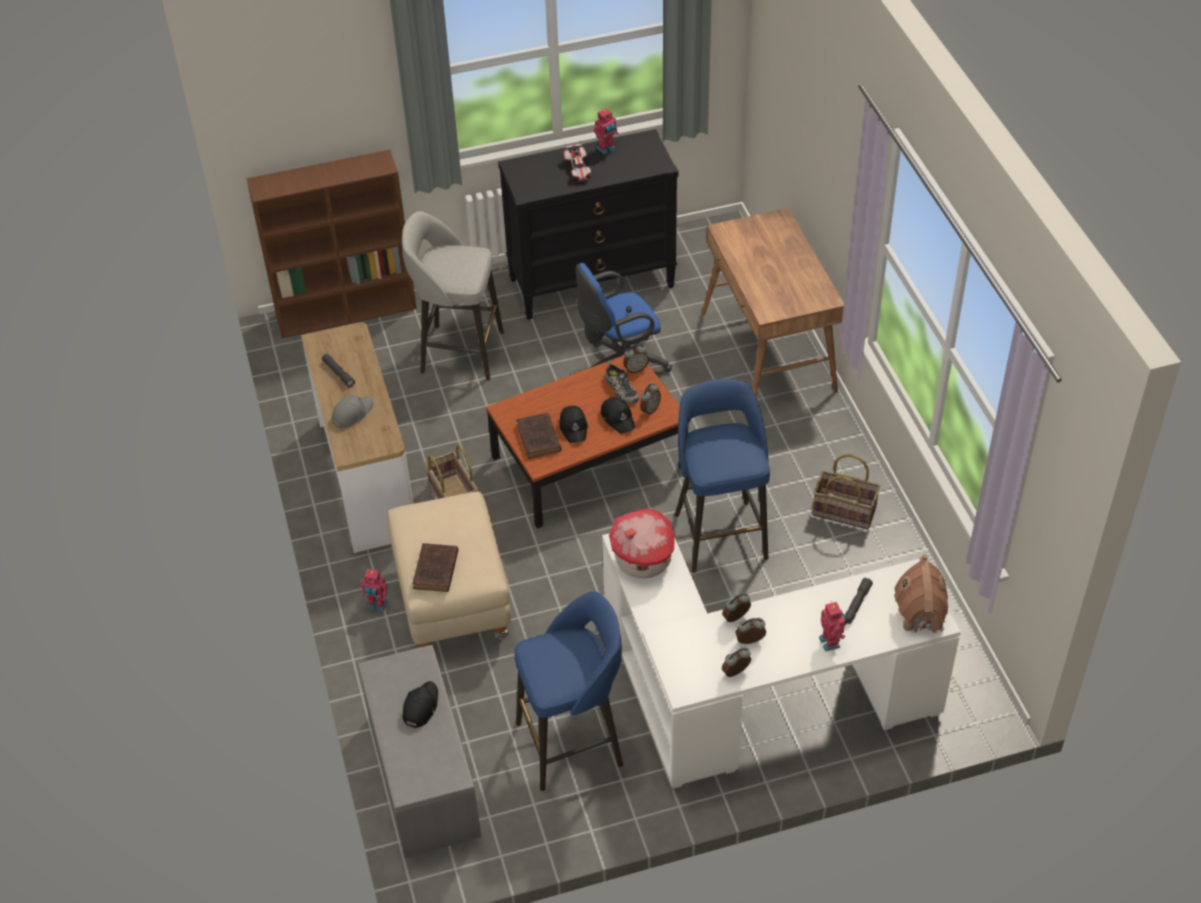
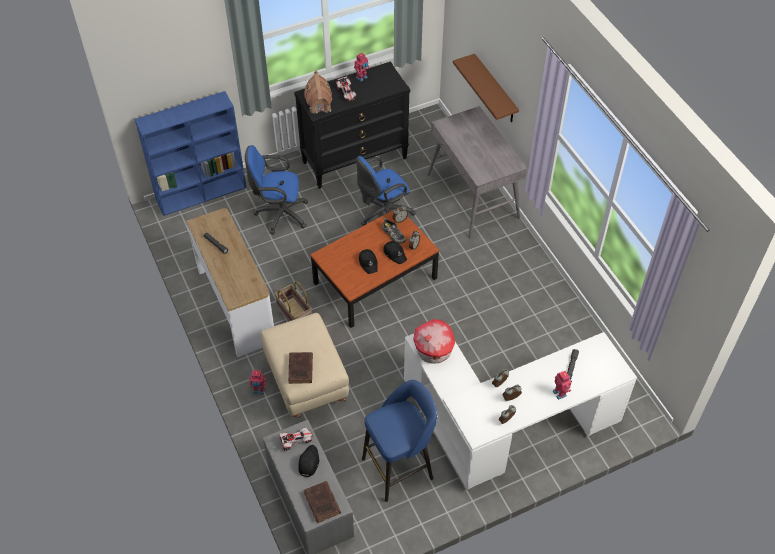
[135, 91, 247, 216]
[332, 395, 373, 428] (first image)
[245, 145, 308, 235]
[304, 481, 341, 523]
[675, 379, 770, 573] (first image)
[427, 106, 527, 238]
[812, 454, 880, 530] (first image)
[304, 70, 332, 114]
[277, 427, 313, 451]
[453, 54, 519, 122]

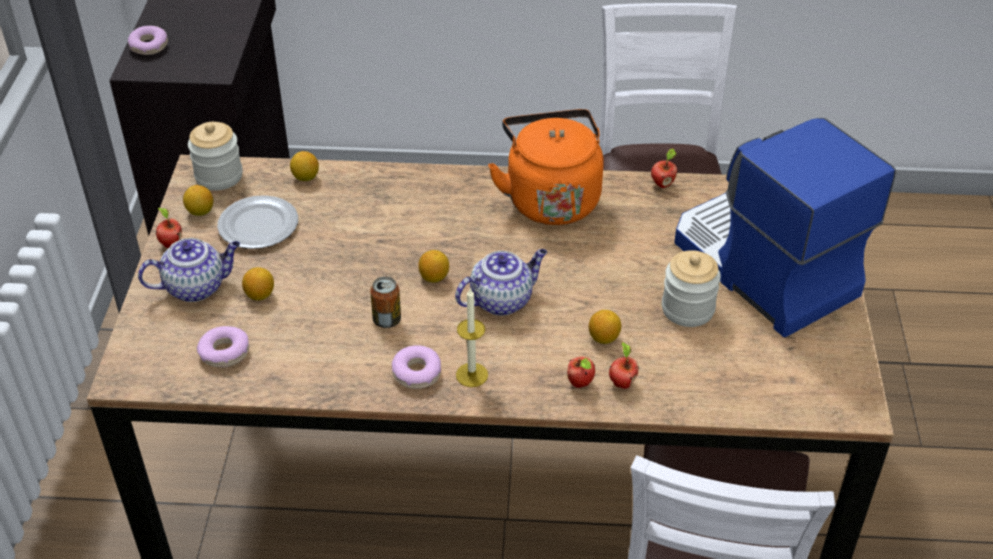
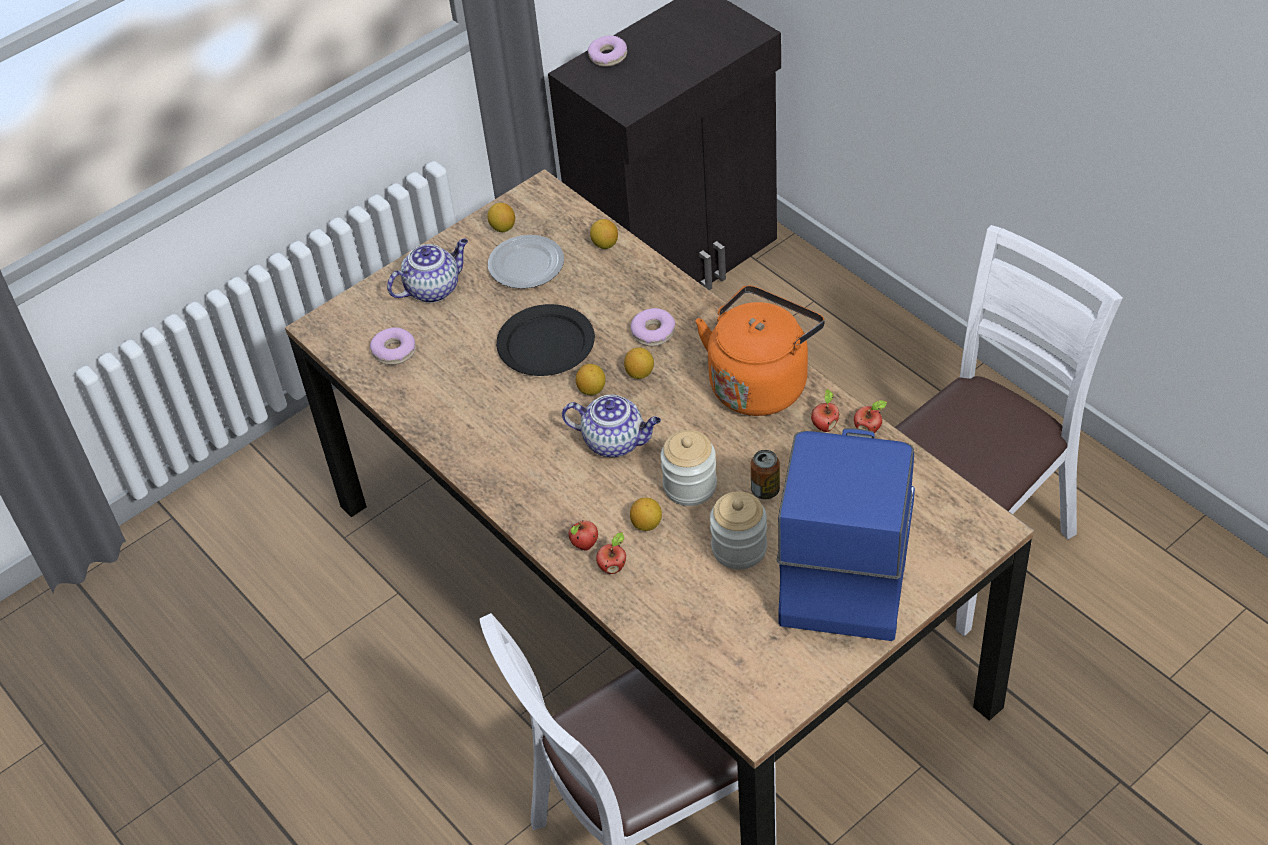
[387, 239, 468, 303]
[811, 389, 840, 432]
[660, 430, 717, 506]
[624, 347, 654, 379]
[751, 450, 780, 499]
[631, 308, 675, 346]
[456, 288, 488, 387] (first image)
[496, 304, 595, 376]

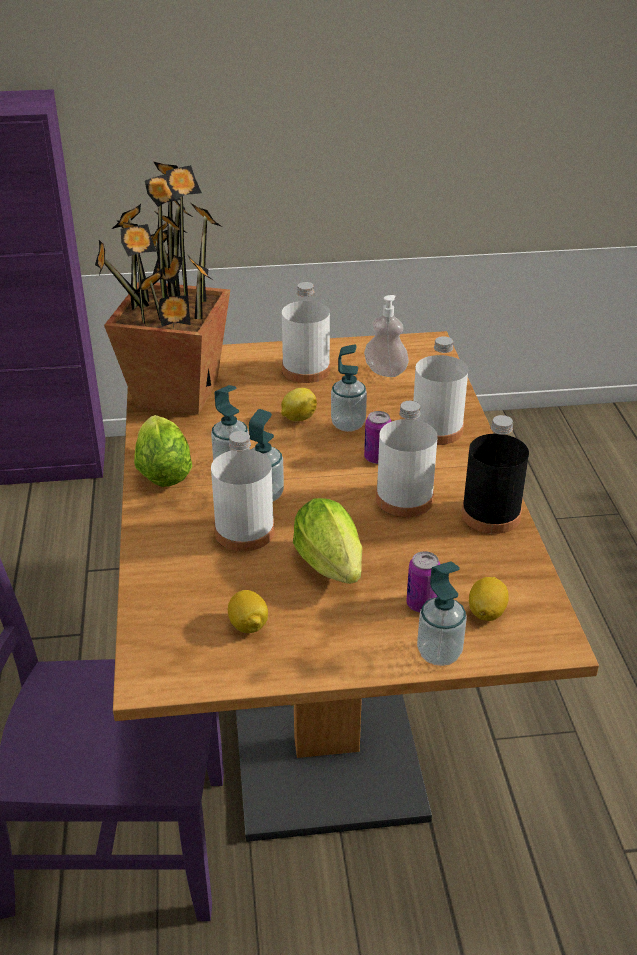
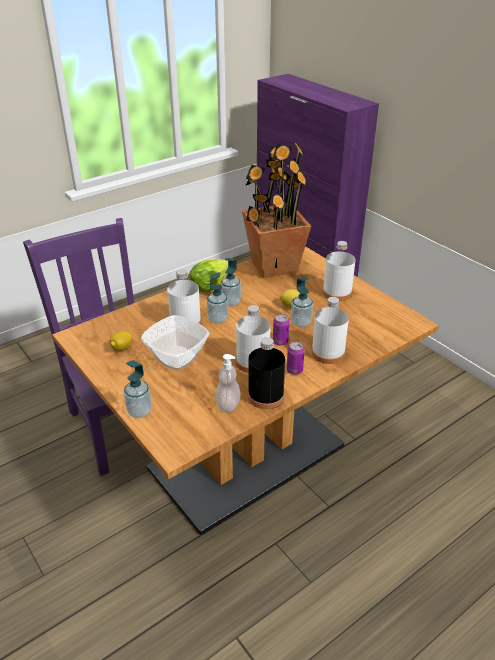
[141, 315, 210, 370]
[215, 354, 240, 412]
[287, 342, 305, 375]
[469, 577, 509, 621] (first image)

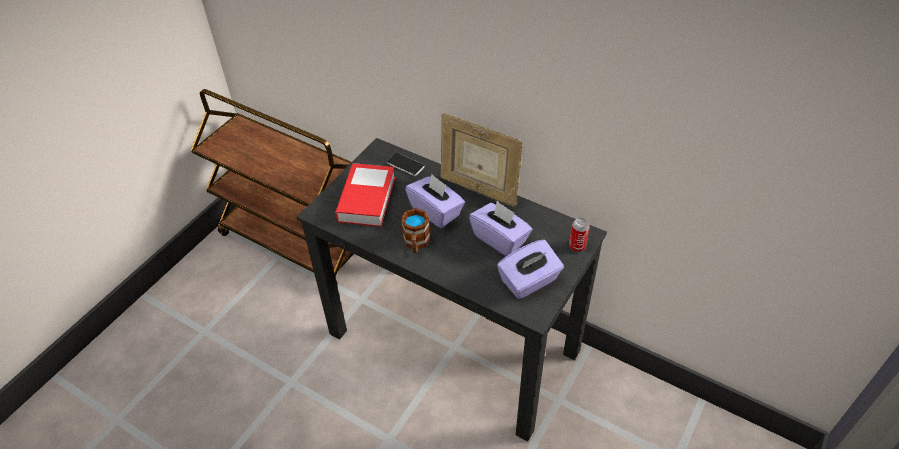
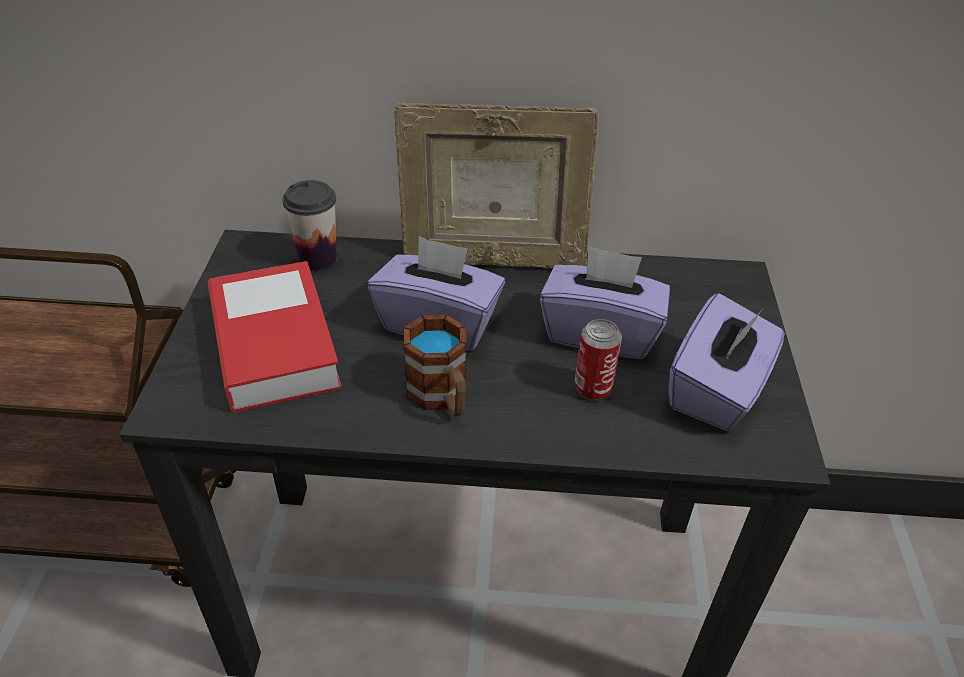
[282, 180, 337, 271]
[574, 319, 622, 401]

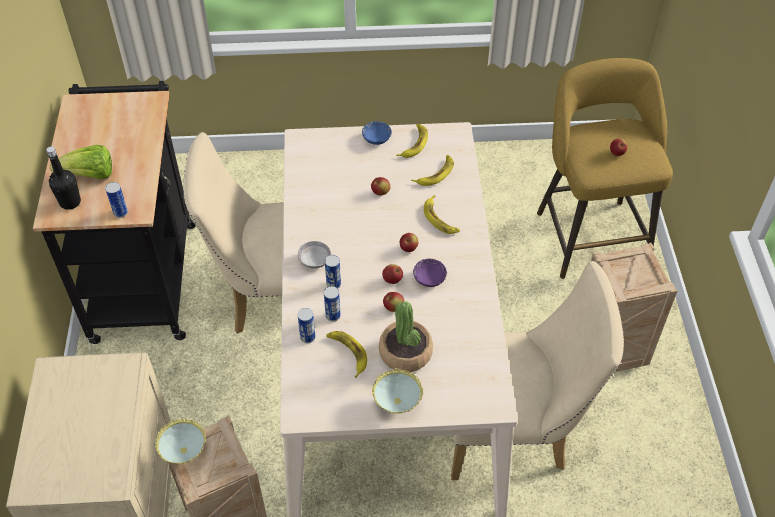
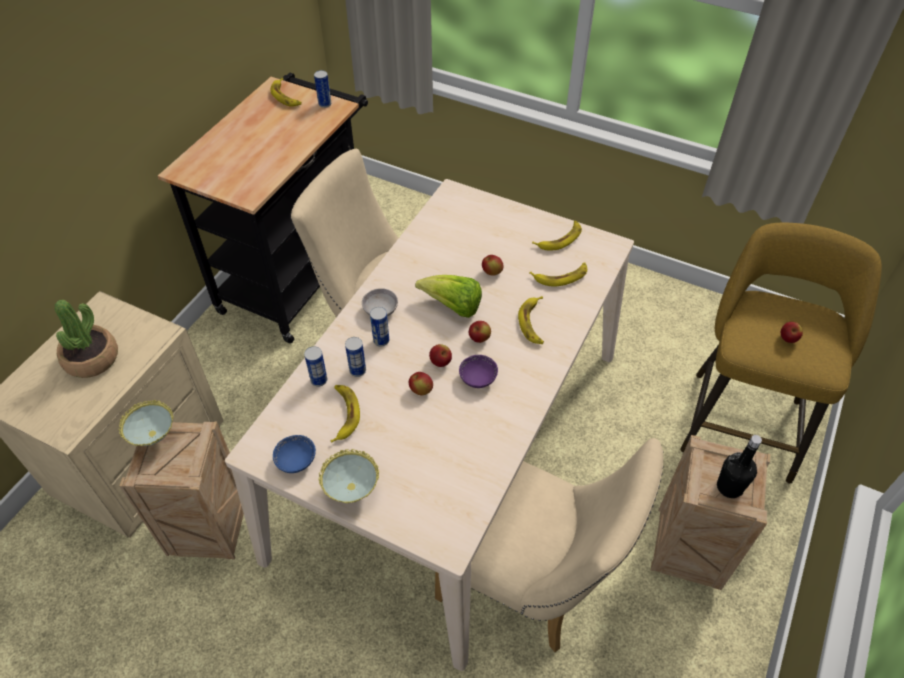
[717, 435, 762, 498]
[415, 275, 482, 318]
[314, 70, 331, 108]
[273, 435, 316, 473]
[55, 300, 118, 378]
[270, 78, 301, 107]

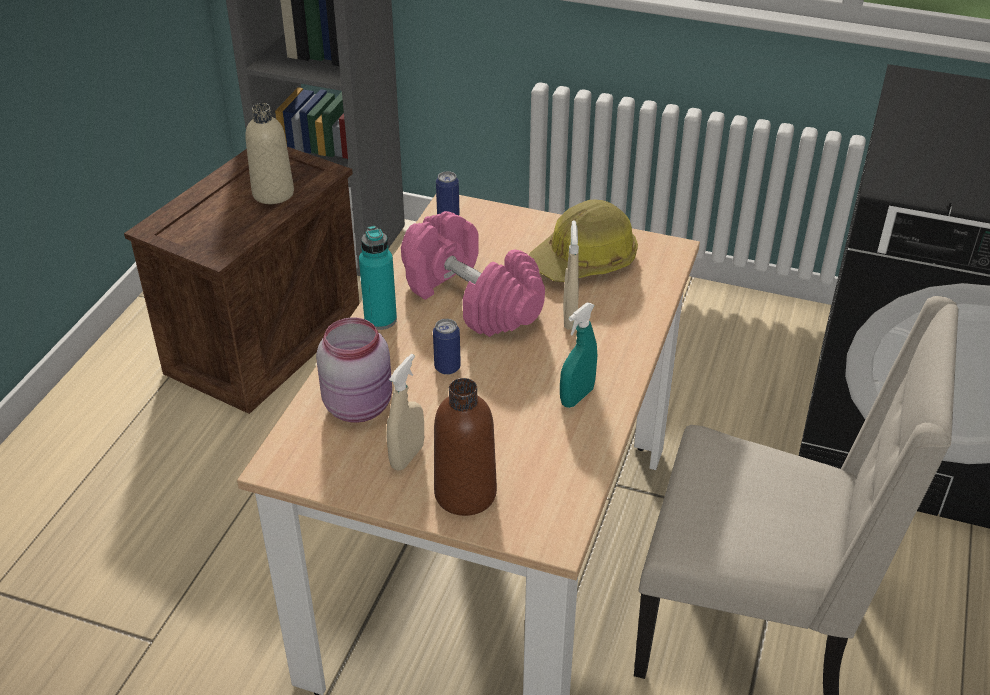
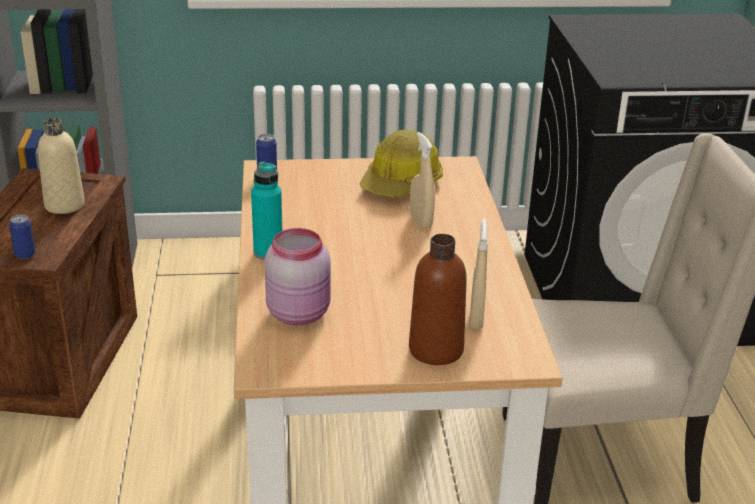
[470, 219, 488, 329]
[401, 211, 545, 337] (first image)
[9, 214, 35, 259]
[560, 303, 598, 408] (first image)

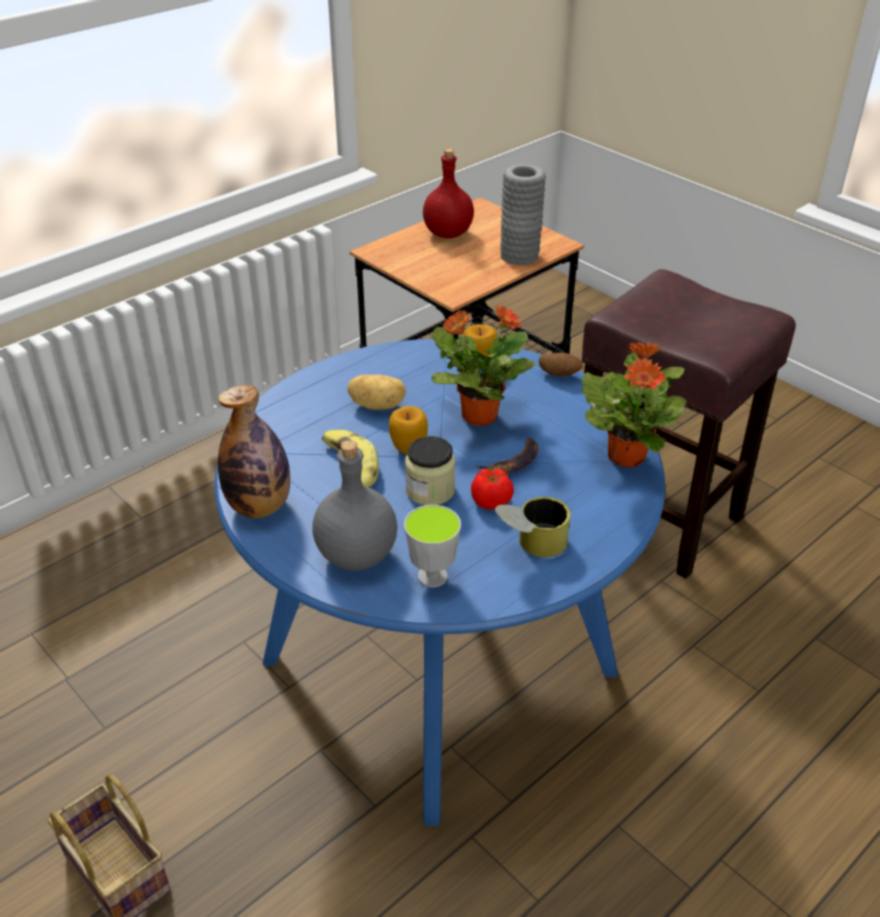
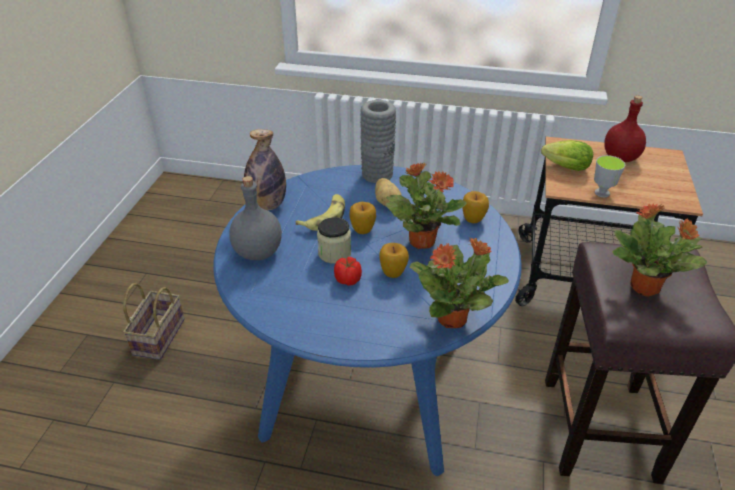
[594, 155, 625, 197]
[379, 243, 409, 278]
[495, 497, 571, 557] (first image)
[360, 100, 396, 183]
[539, 352, 583, 376] (first image)
[541, 140, 593, 171]
[612, 203, 707, 297]

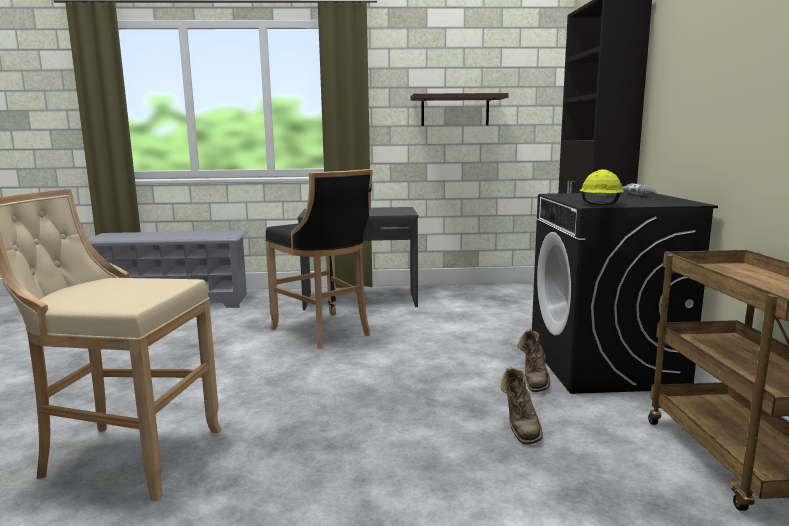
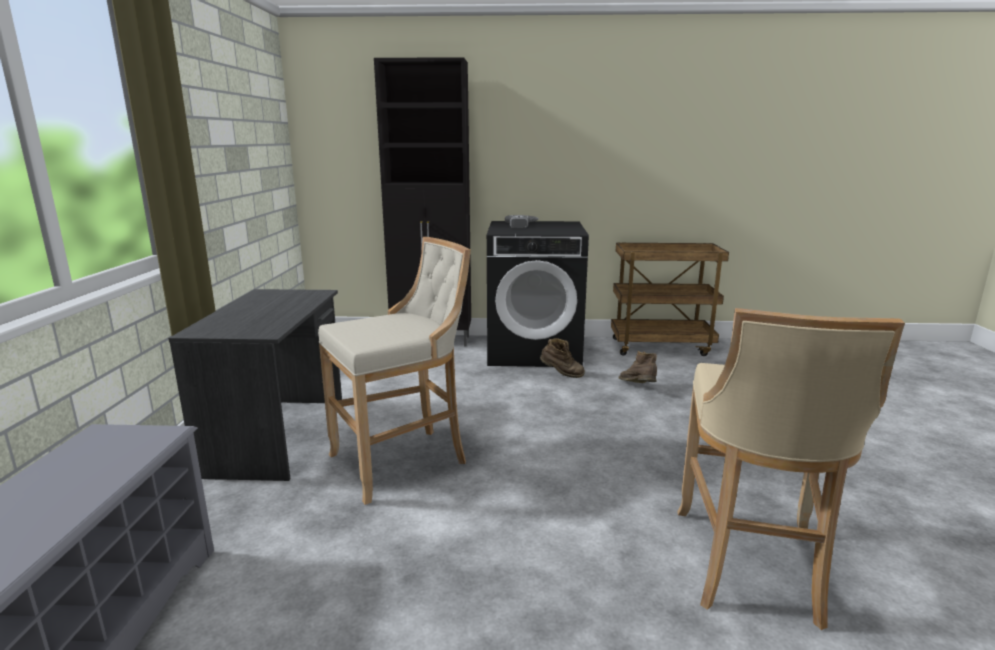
[318, 237, 471, 505]
[411, 93, 509, 126] (first image)
[619, 351, 657, 383]
[580, 169, 624, 205] (first image)

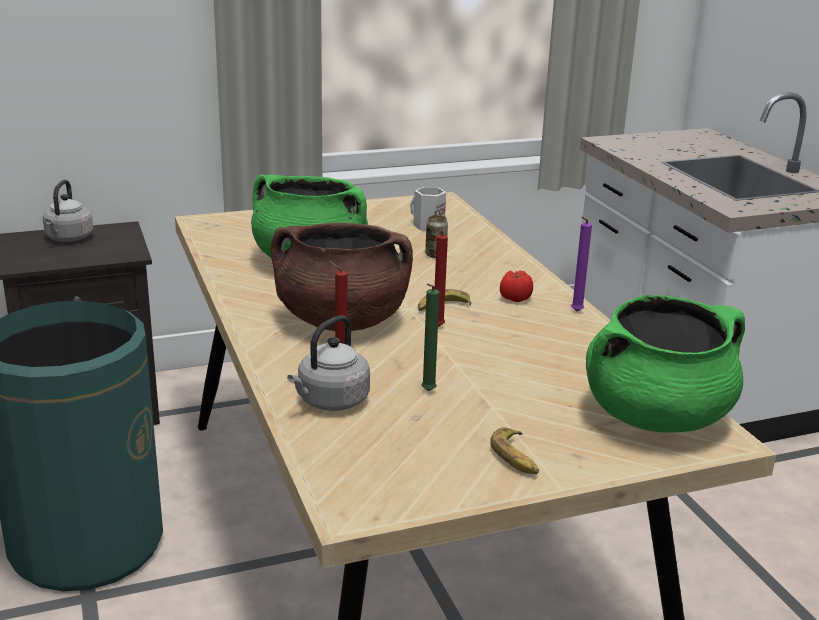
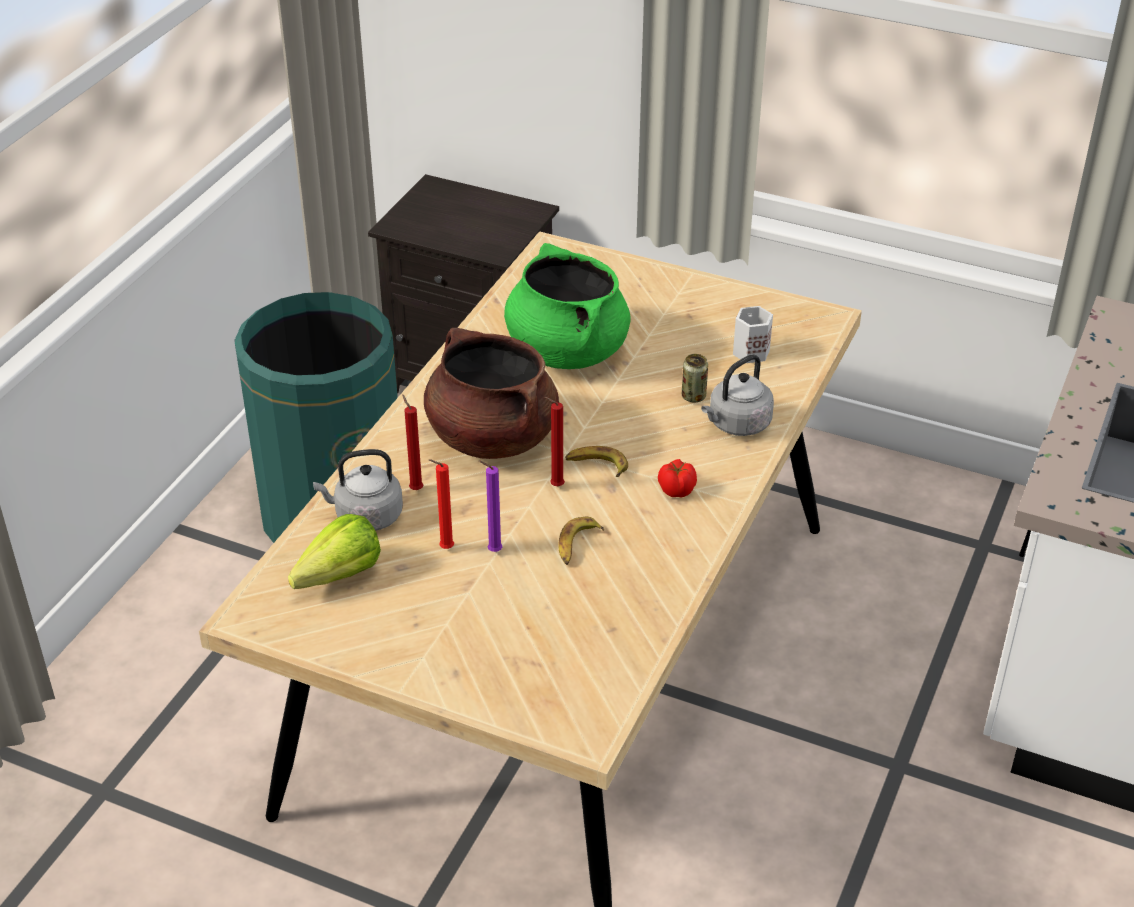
[701, 354, 774, 436]
[429, 459, 454, 549]
[558, 517, 604, 565]
[479, 460, 502, 552]
[586, 295, 745, 433] (first image)
[288, 514, 381, 589]

